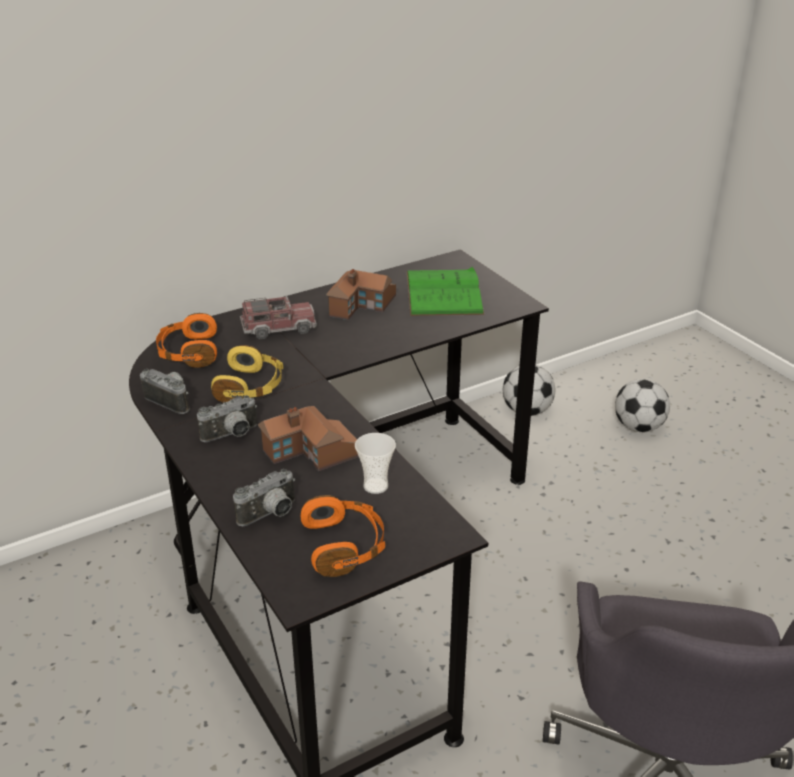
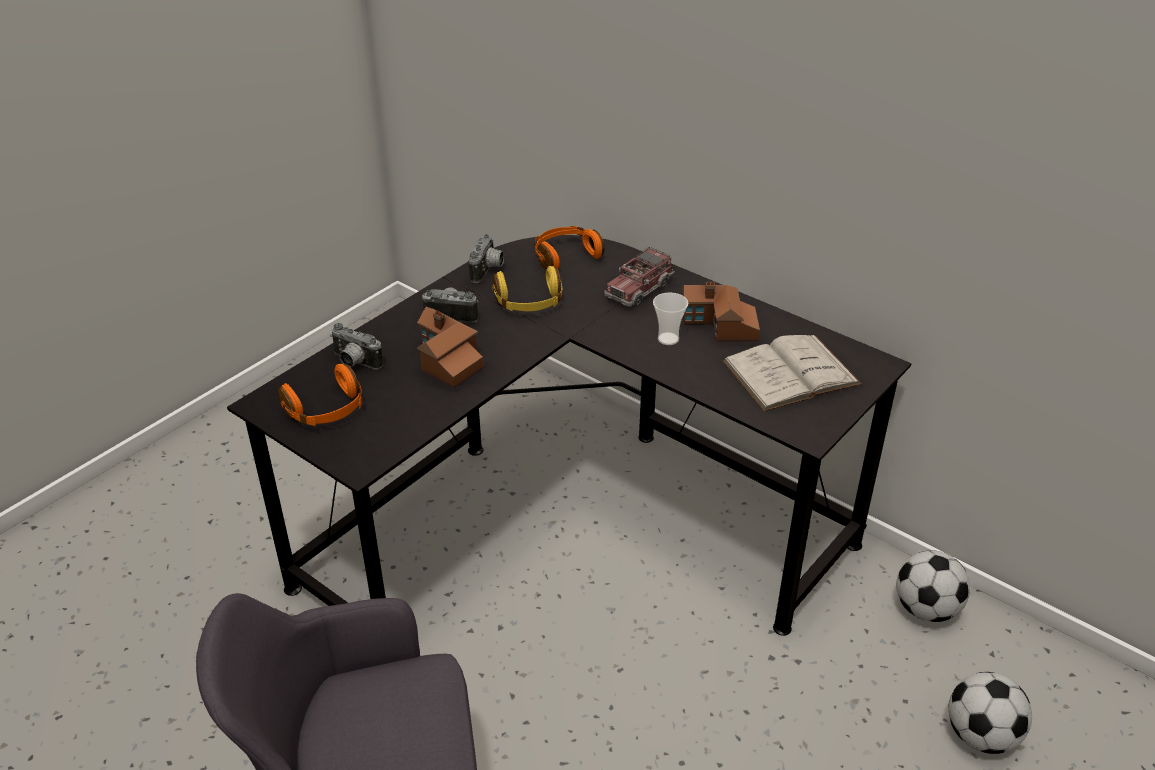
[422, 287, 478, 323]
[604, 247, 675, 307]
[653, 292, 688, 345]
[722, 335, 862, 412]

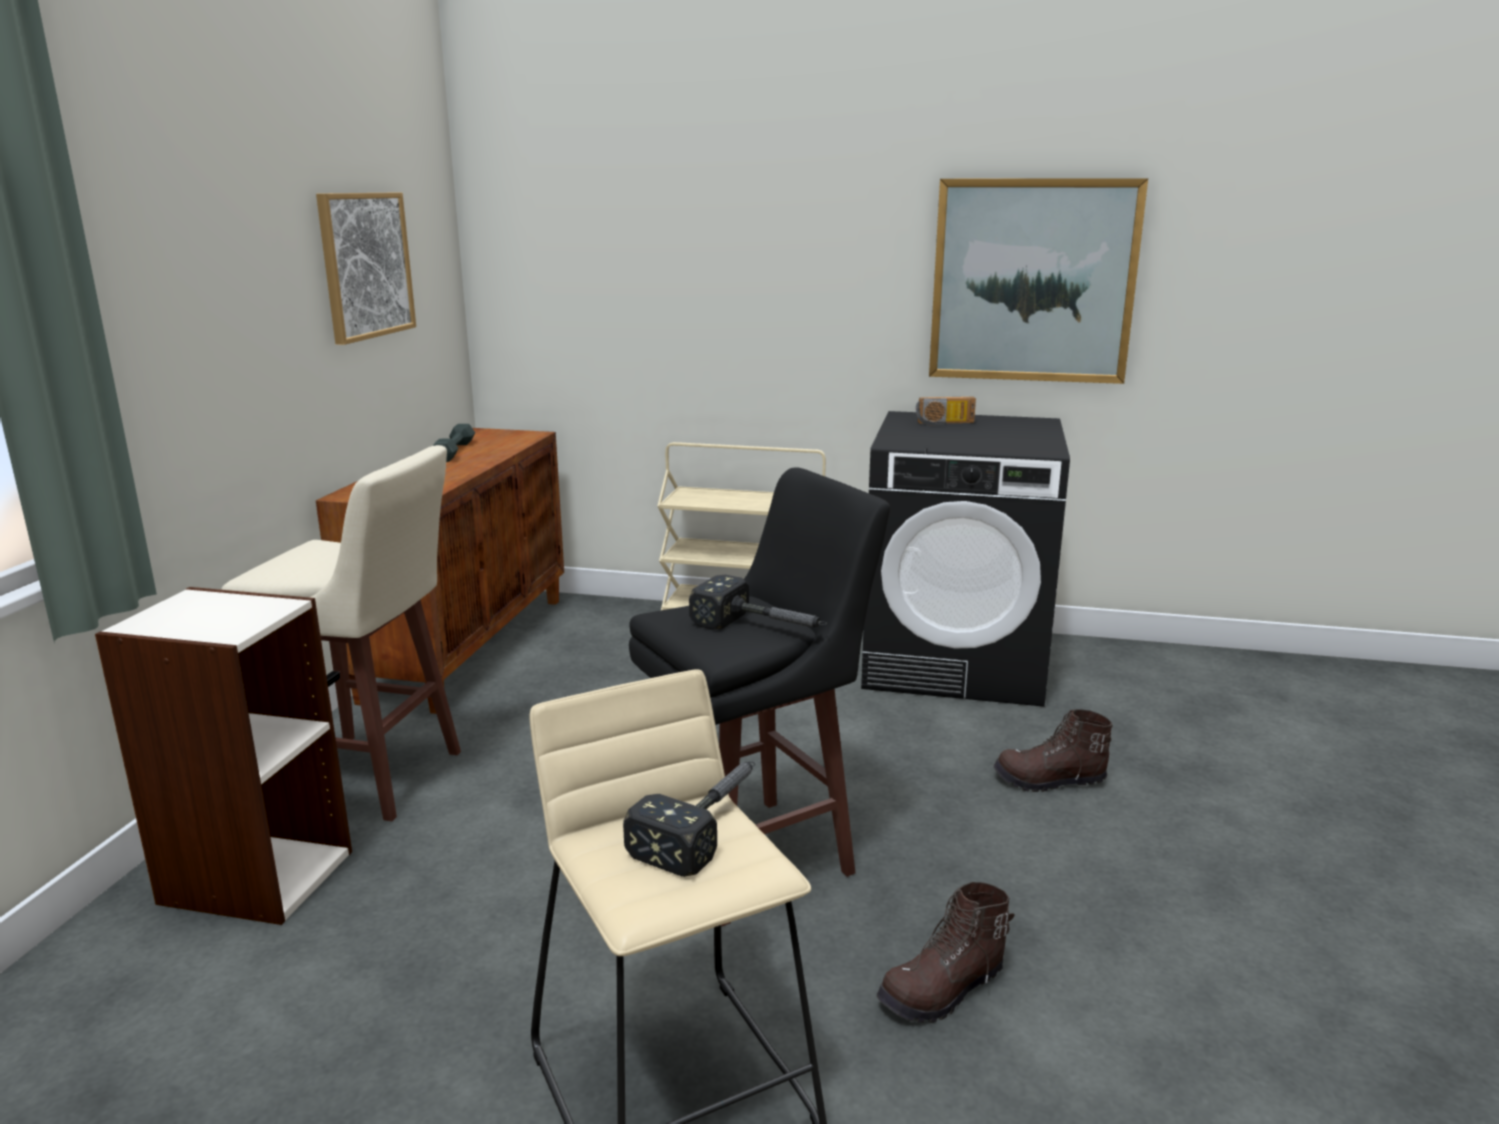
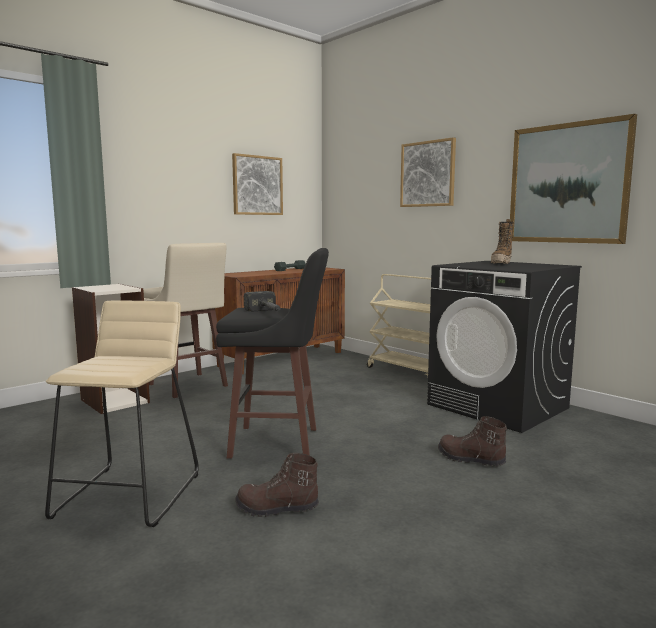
[623, 761, 755, 877] (first image)
[491, 219, 515, 264]
[400, 137, 456, 207]

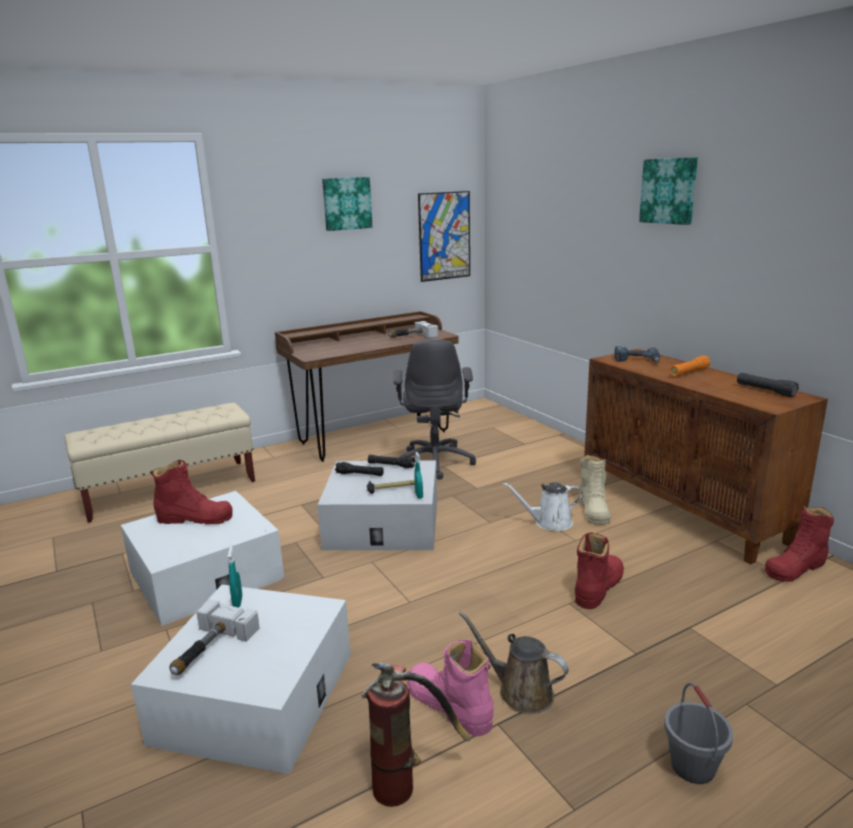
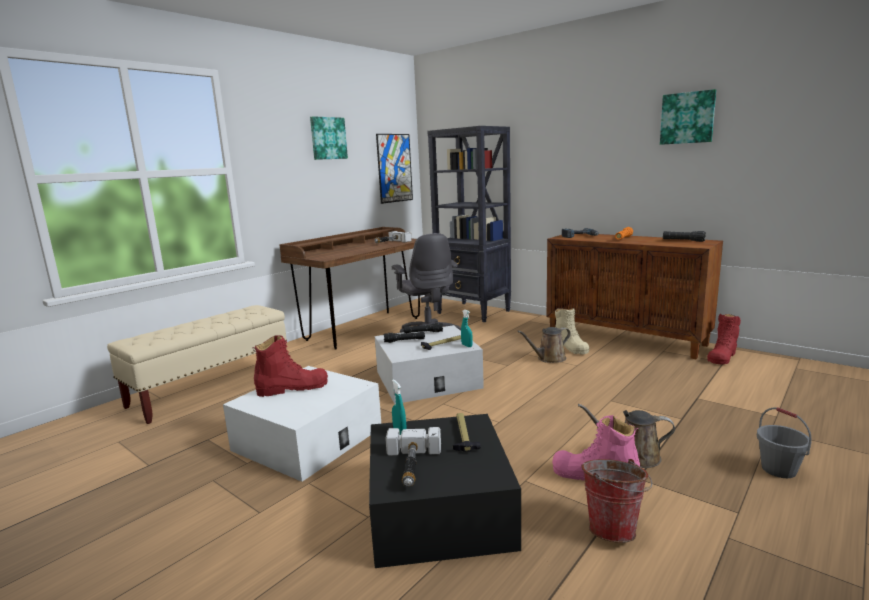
[369, 414, 521, 568]
[582, 459, 652, 543]
[517, 327, 571, 363]
[574, 532, 624, 609] (first image)
[660, 89, 716, 145]
[427, 126, 511, 322]
[453, 413, 481, 452]

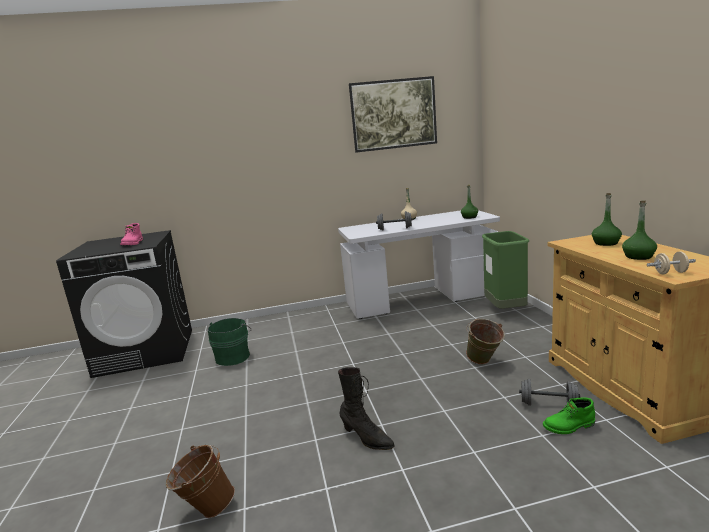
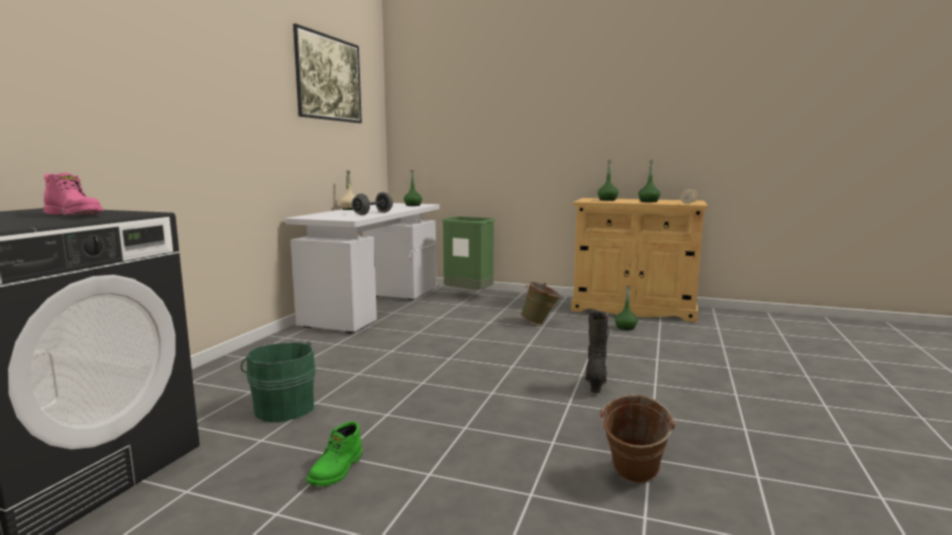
[585, 311, 609, 393]
[615, 286, 638, 330]
[306, 421, 362, 486]

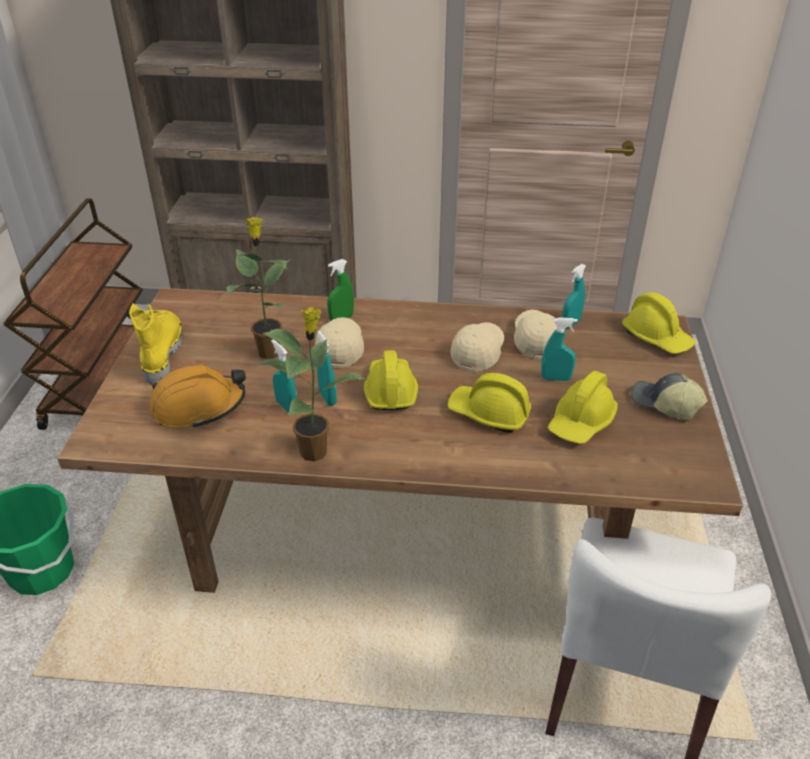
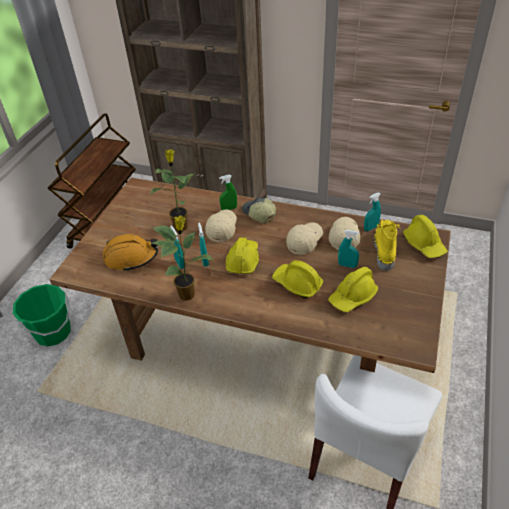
[374, 219, 400, 271]
[242, 197, 276, 223]

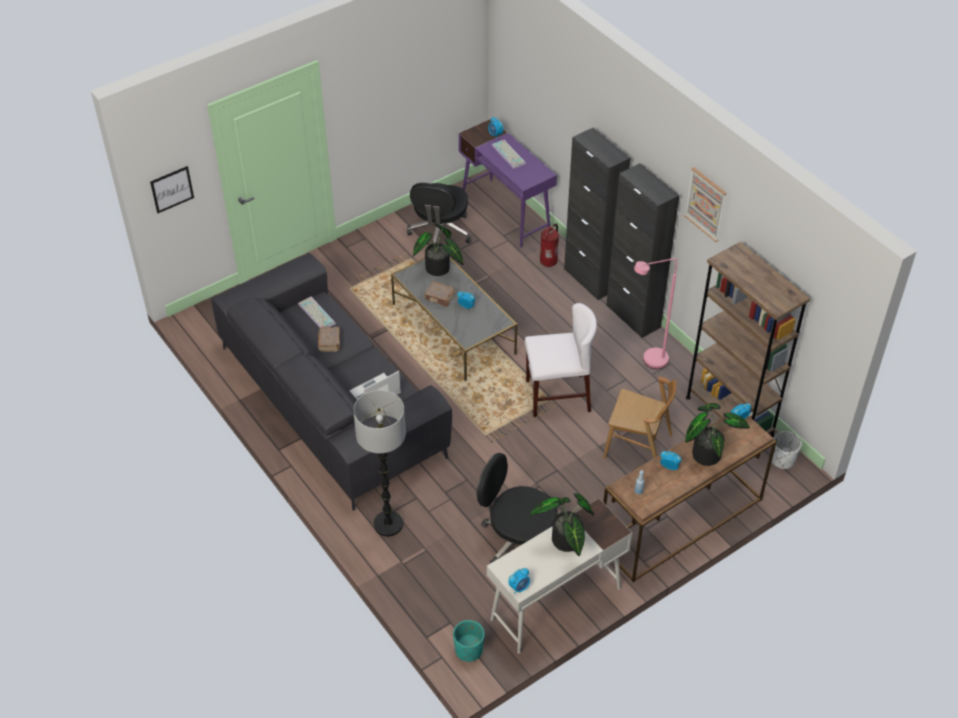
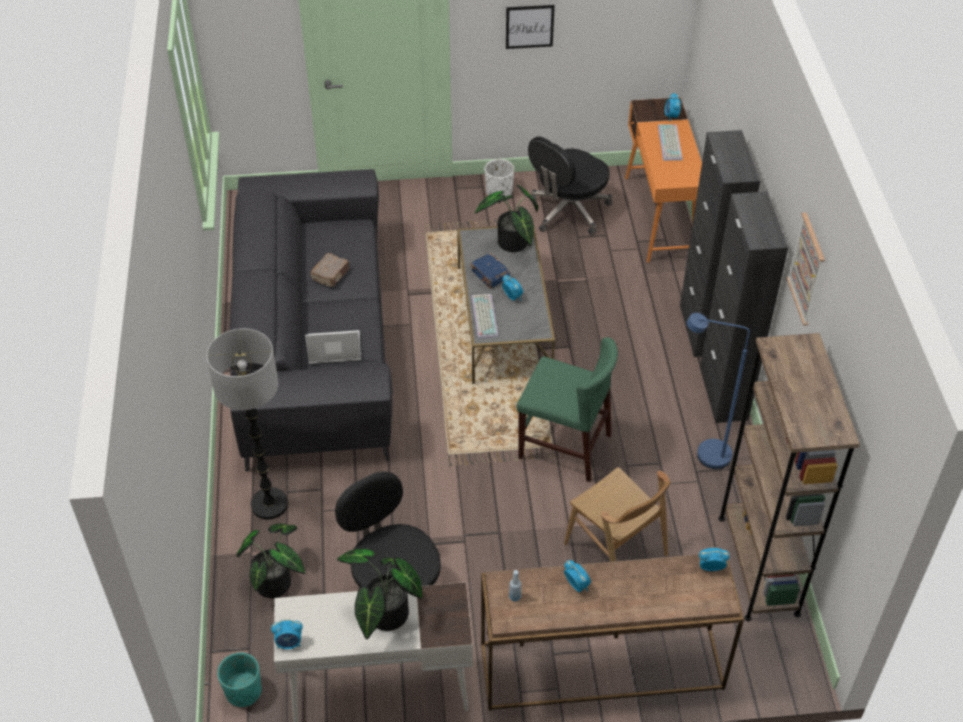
[506, 5, 555, 49]
[471, 294, 498, 339]
[470, 253, 510, 289]
[625, 97, 702, 263]
[517, 337, 618, 482]
[540, 224, 559, 267] (first image)
[687, 313, 750, 469]
[236, 523, 305, 598]
[485, 159, 514, 197]

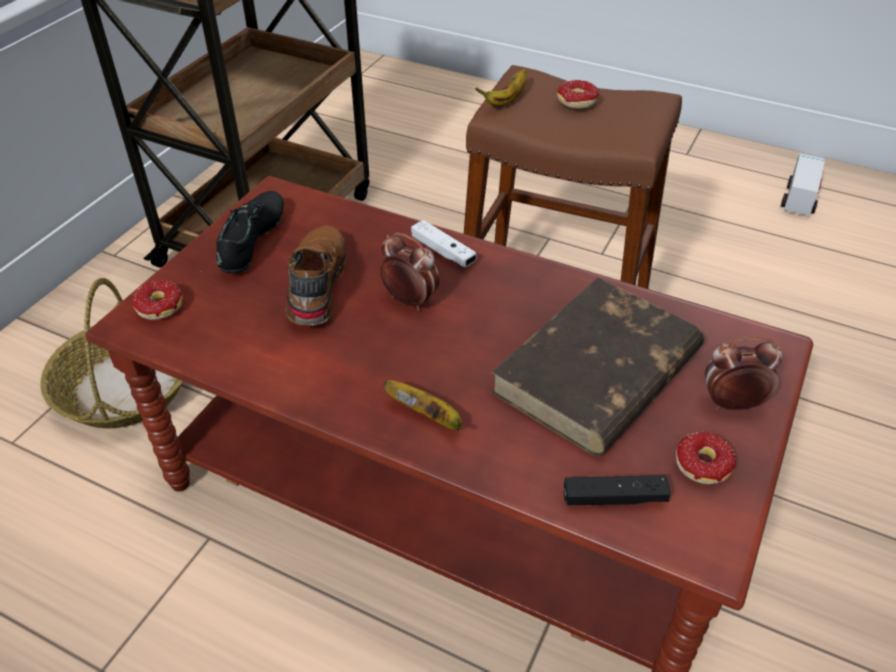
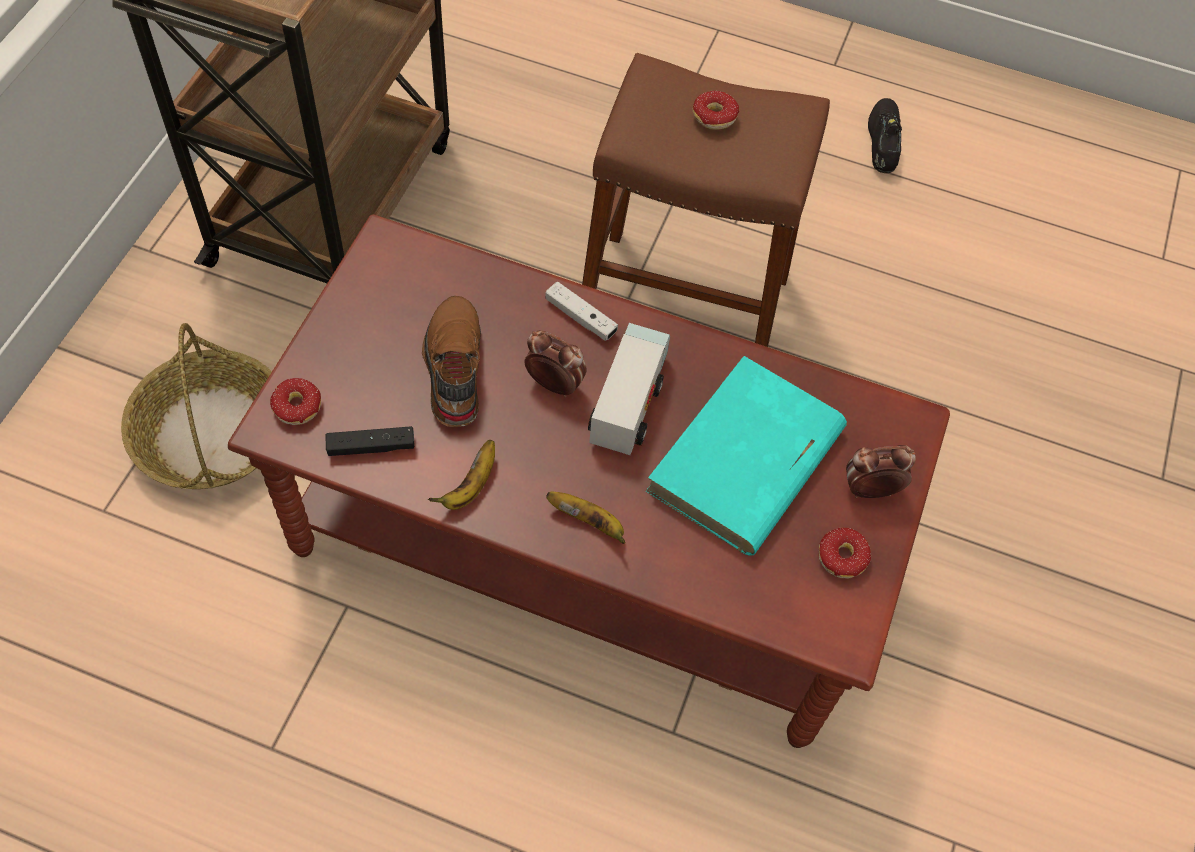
[868, 98, 902, 173]
[428, 440, 495, 510]
[645, 356, 847, 556]
[326, 426, 415, 456]
[588, 323, 670, 455]

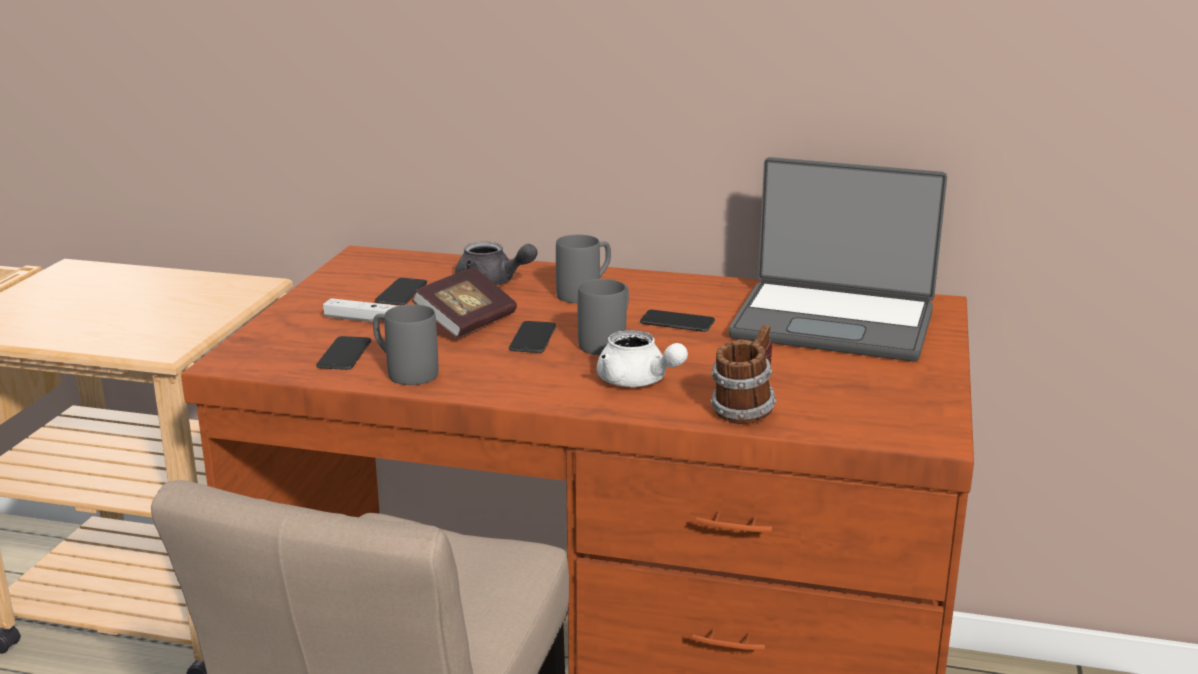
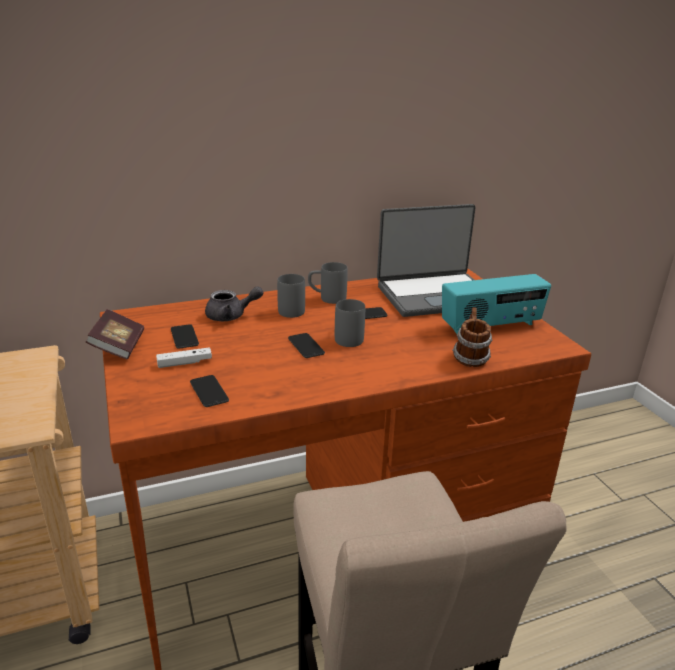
[308, 262, 348, 304]
[86, 309, 144, 359]
[597, 330, 688, 387] (first image)
[442, 274, 551, 334]

